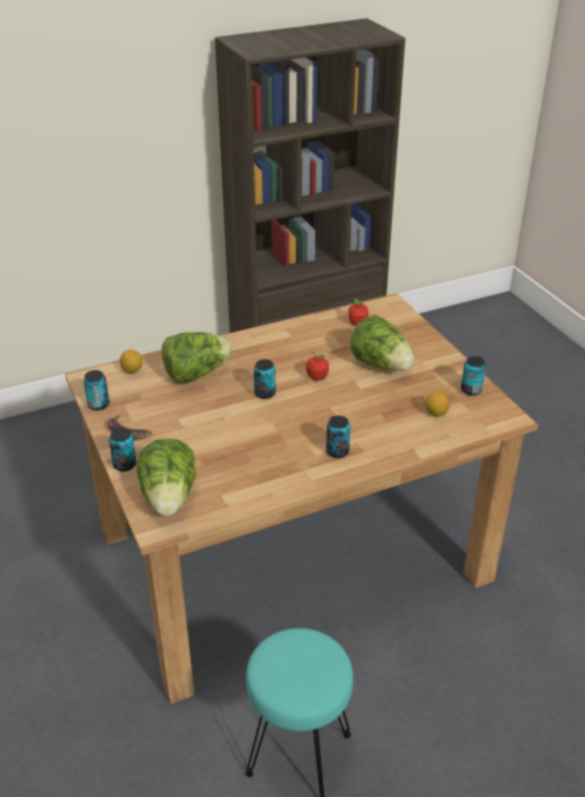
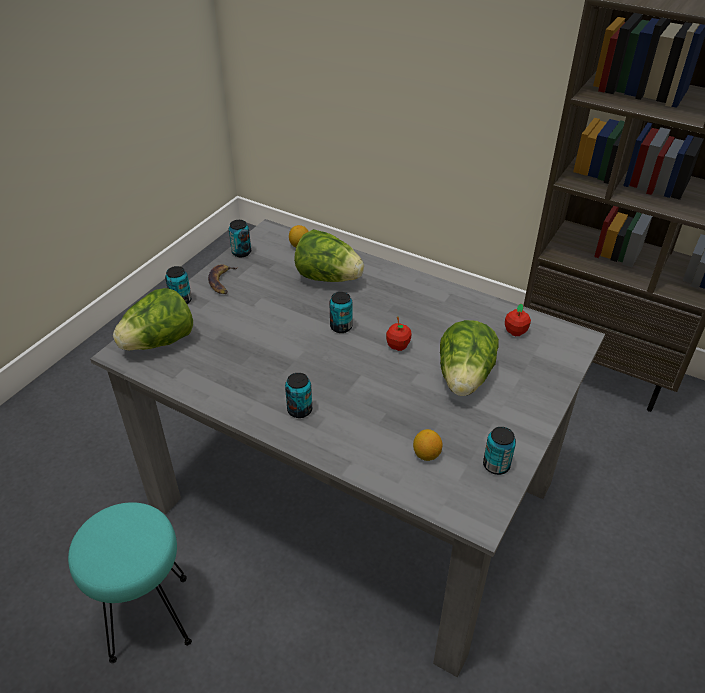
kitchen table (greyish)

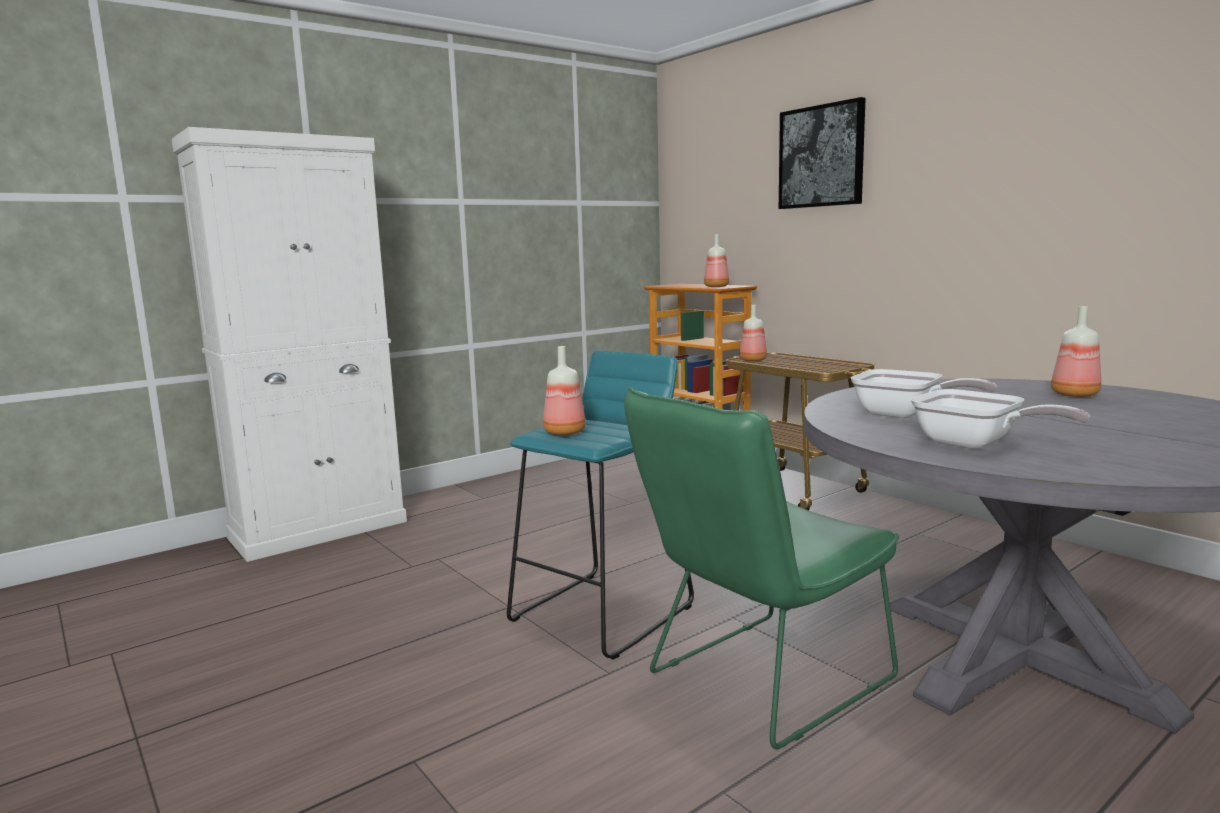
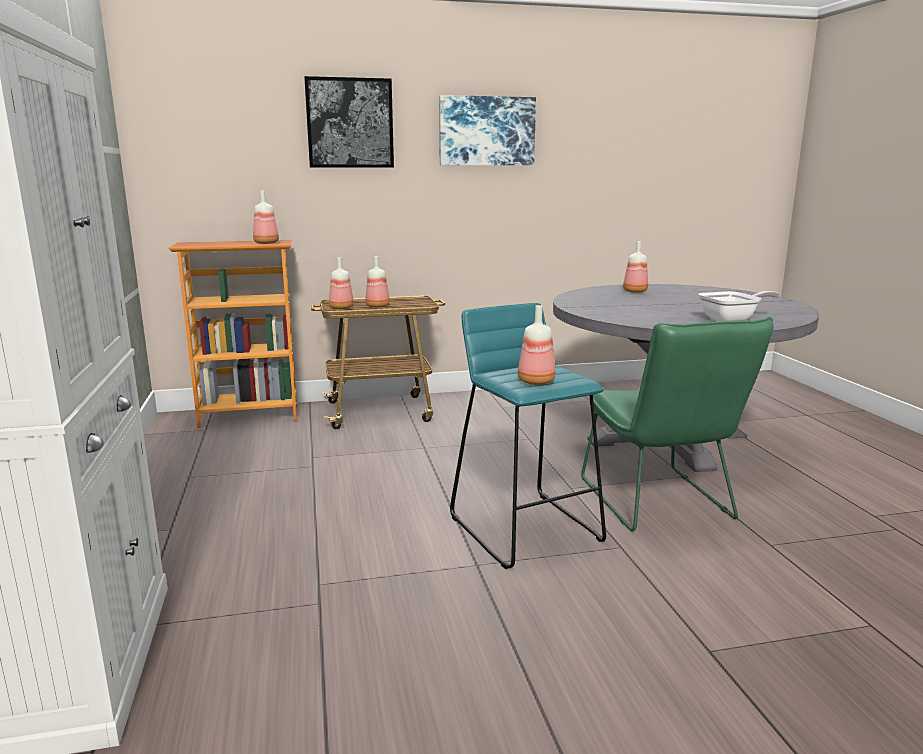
beverage bottle (3rd from left)
wall picture (2nd from left)
frying pan (1st from left in the first image)

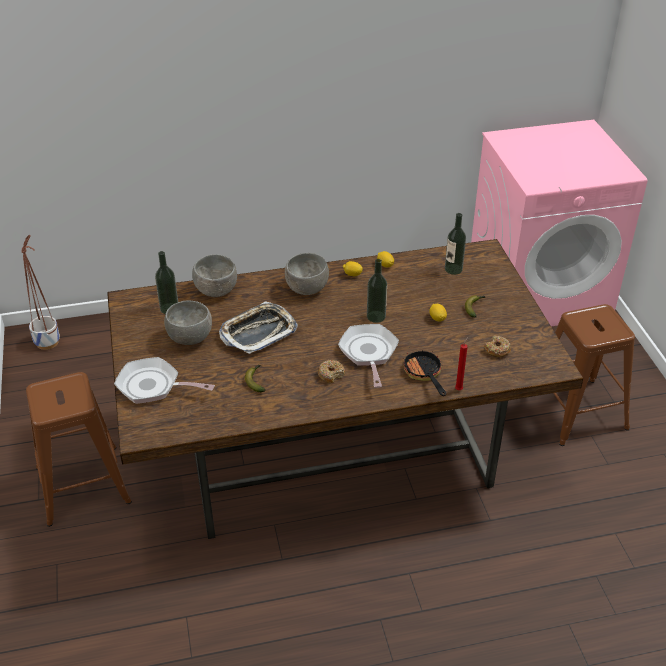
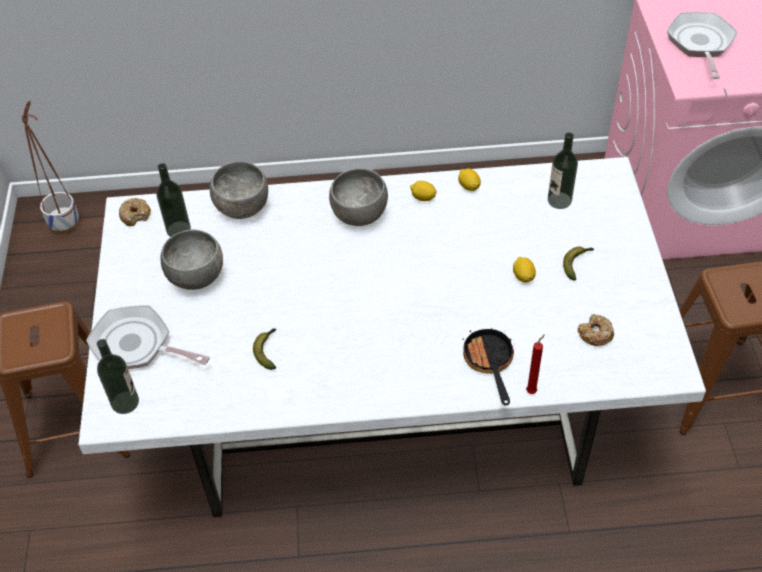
kitchen table (whitish)
beverage bottle (1st from left)
doughnut (1st from left)
frying pan (3rd from left)
carrying tray

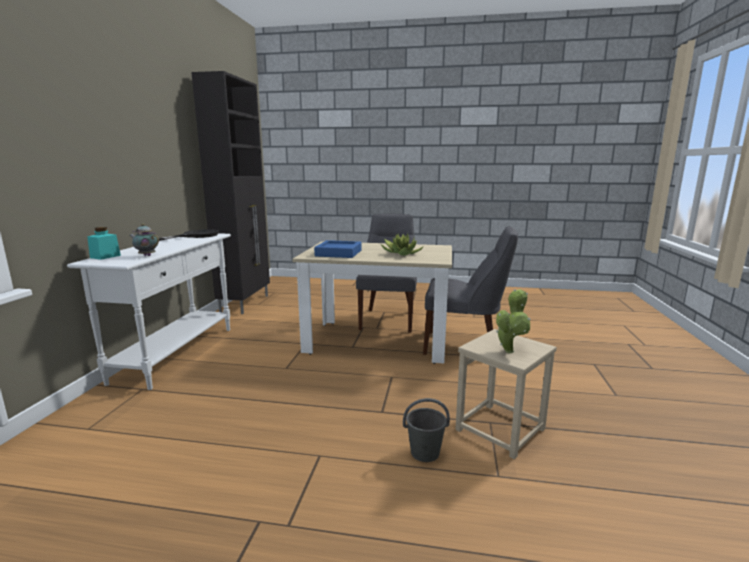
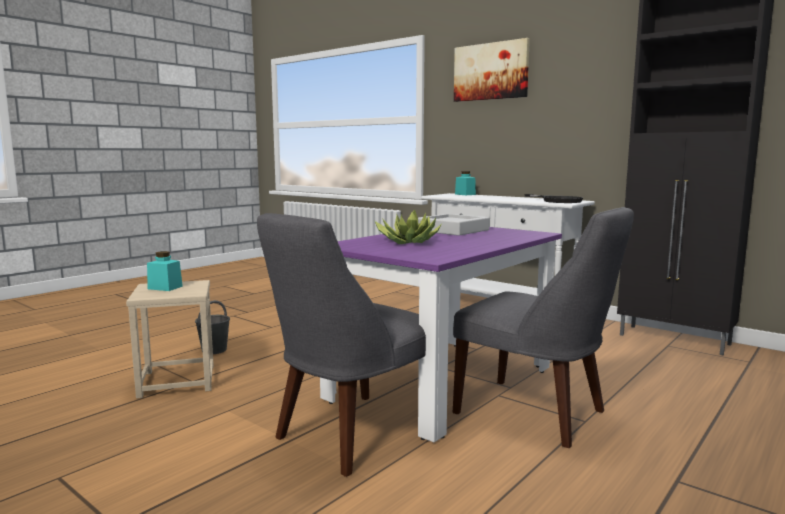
jar (turquoise) (1st from left)
kitchen table (purple)
carrying tray (greyish)
wall picture
pot for tea

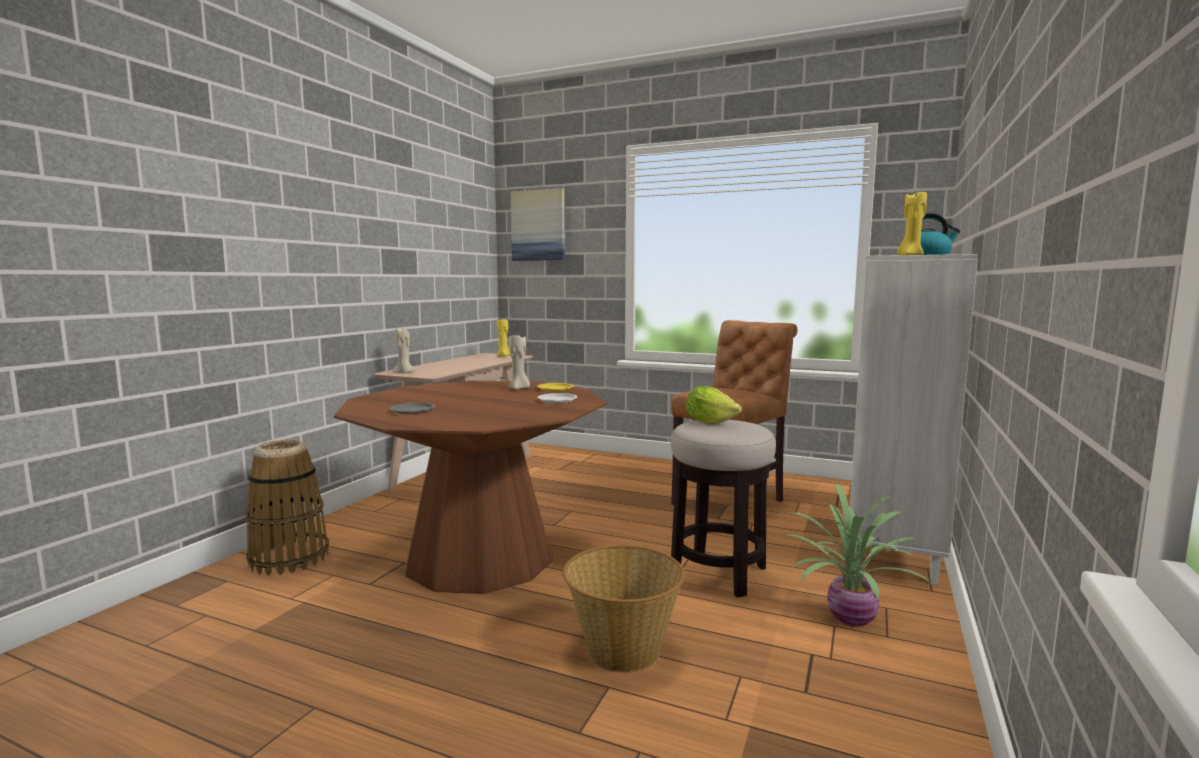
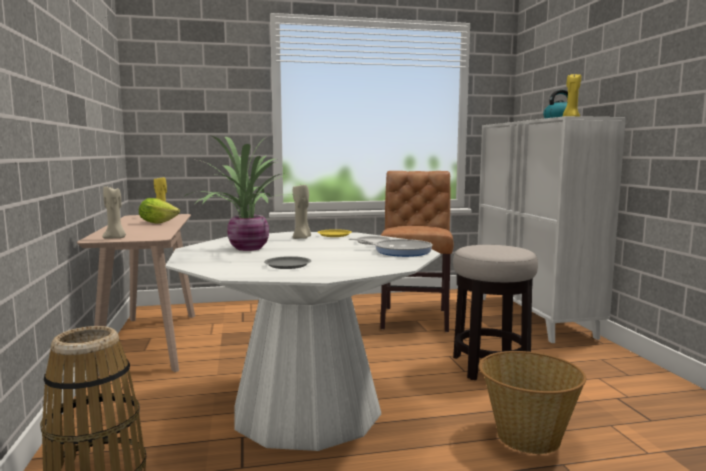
head of lettuce
kitchen table (whitish)
plant in a pot
frying pan
wall picture

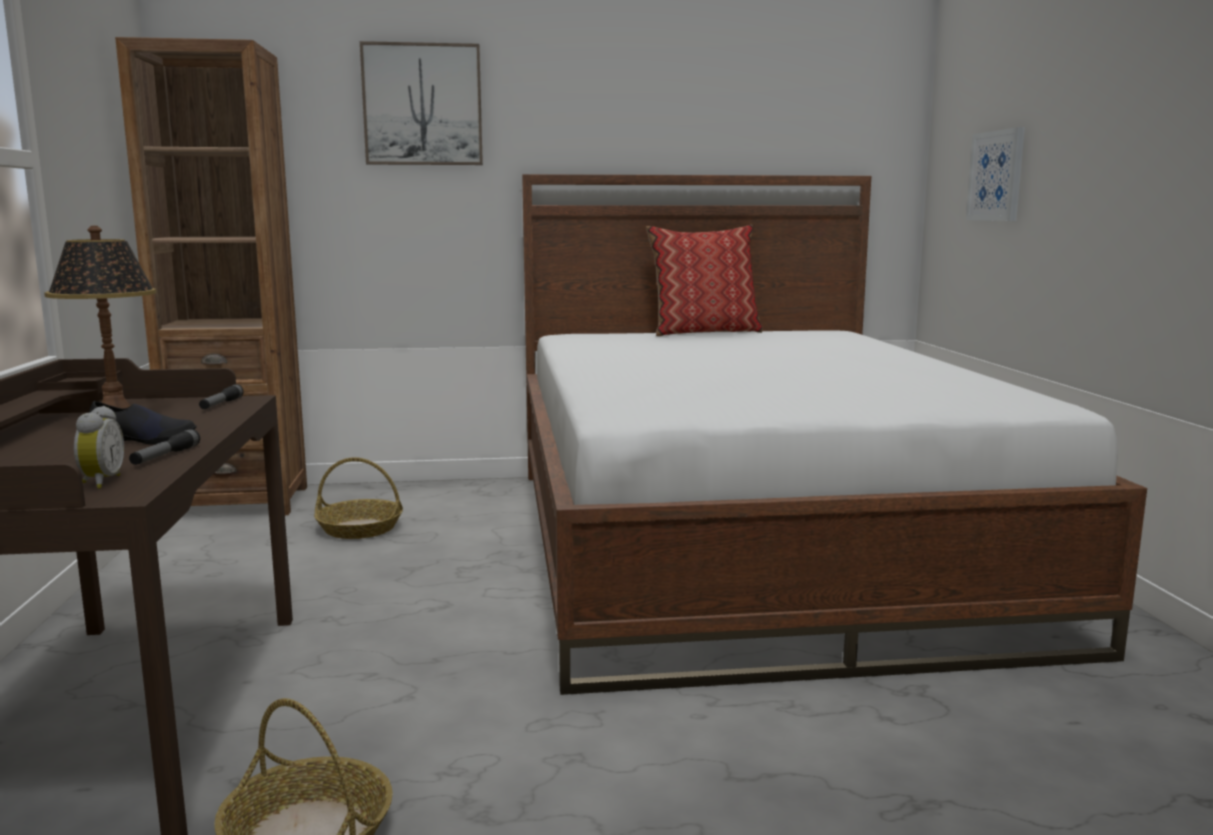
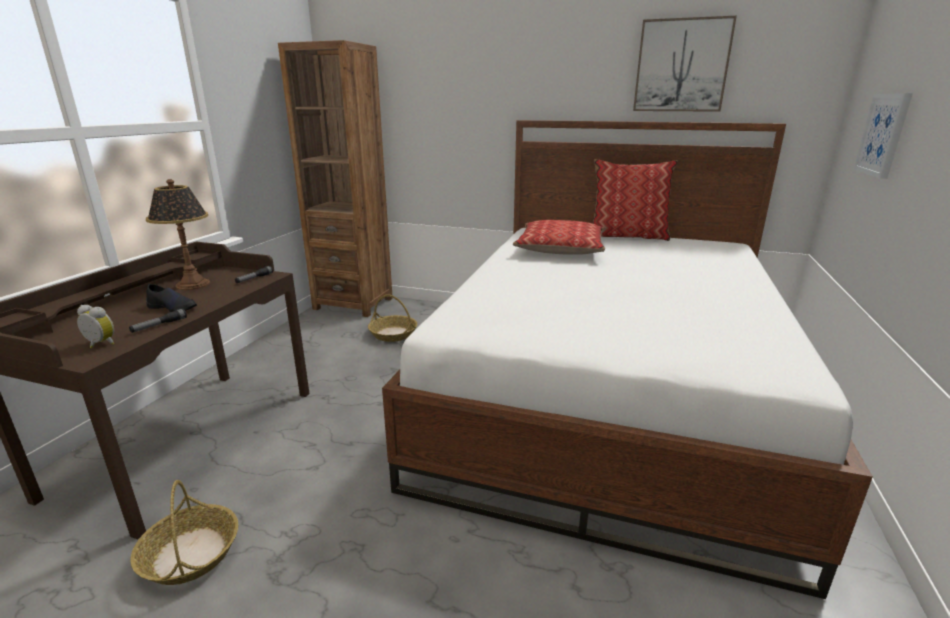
table clock
cushion (1st from left)
wall picture (1st from left)

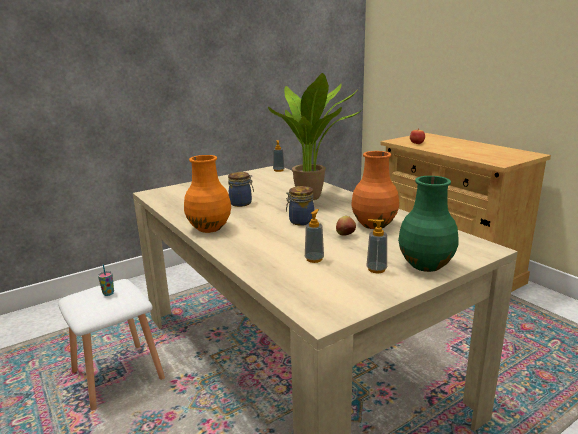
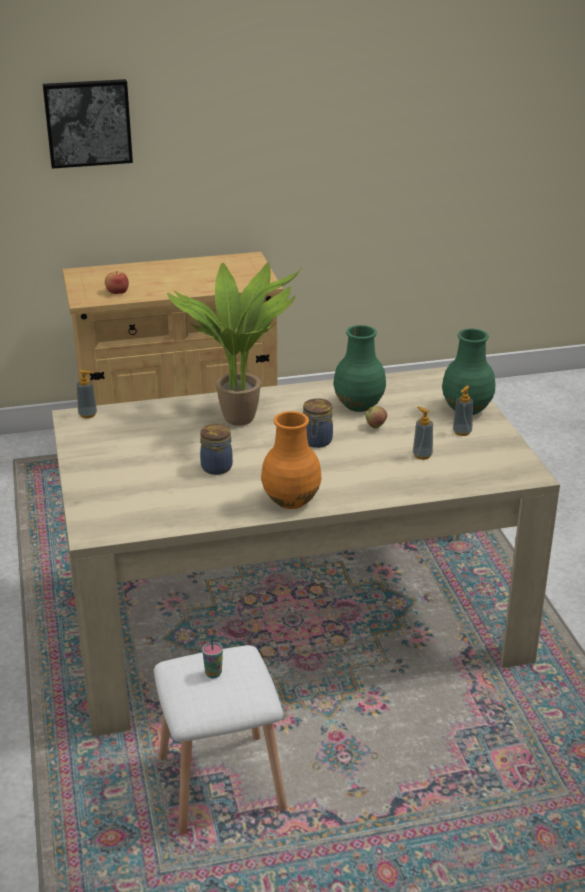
wall picture
vase (green) (1st from left)

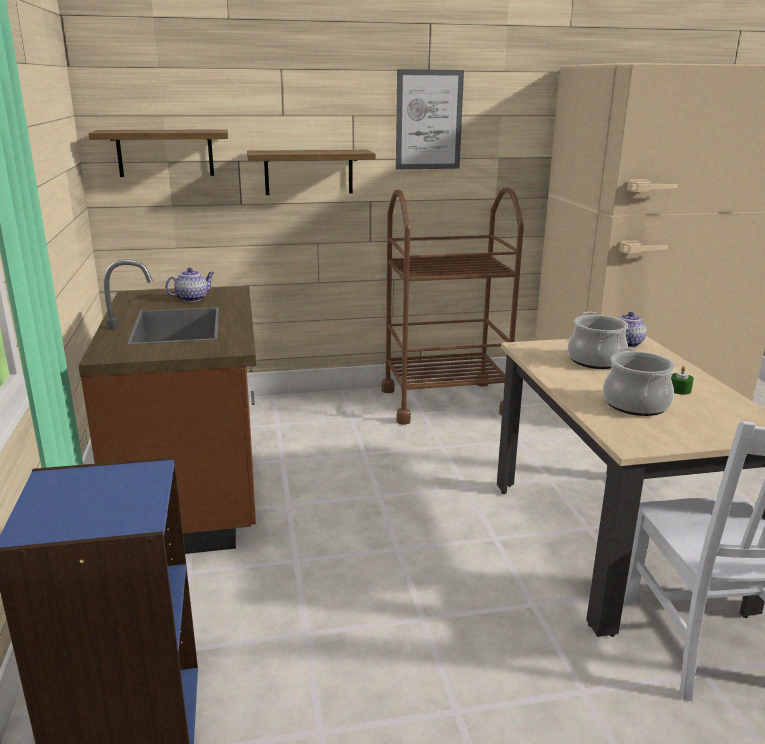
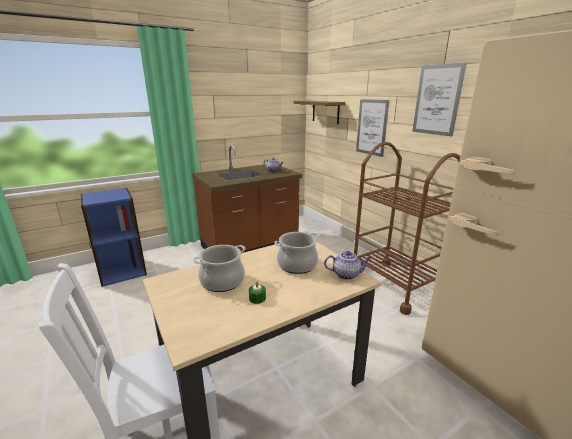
wall picture (1st from left)

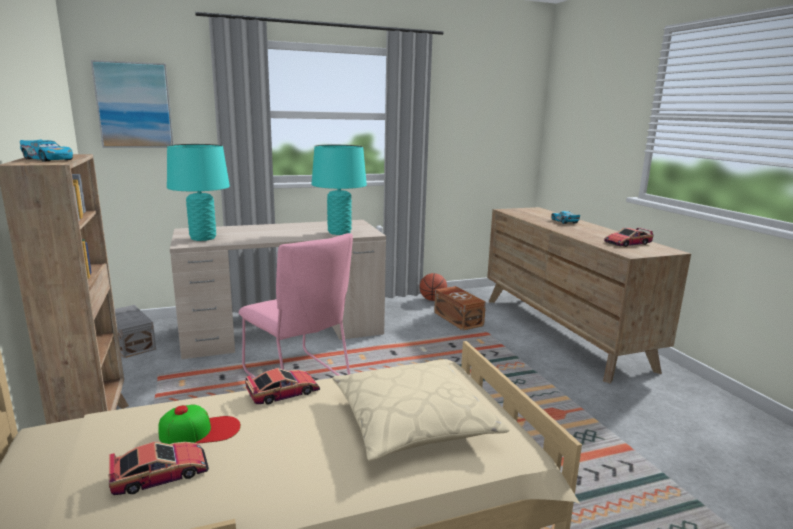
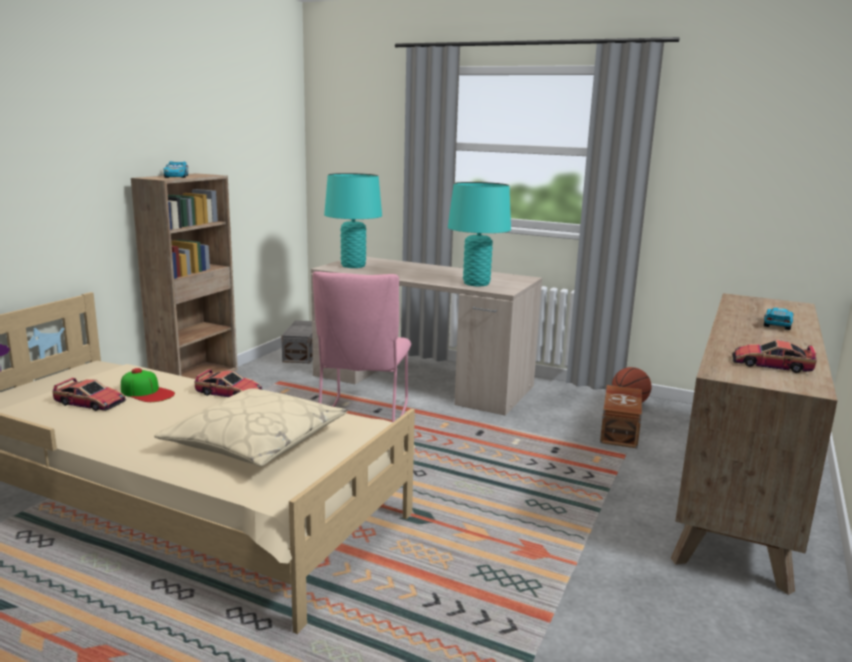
wall picture

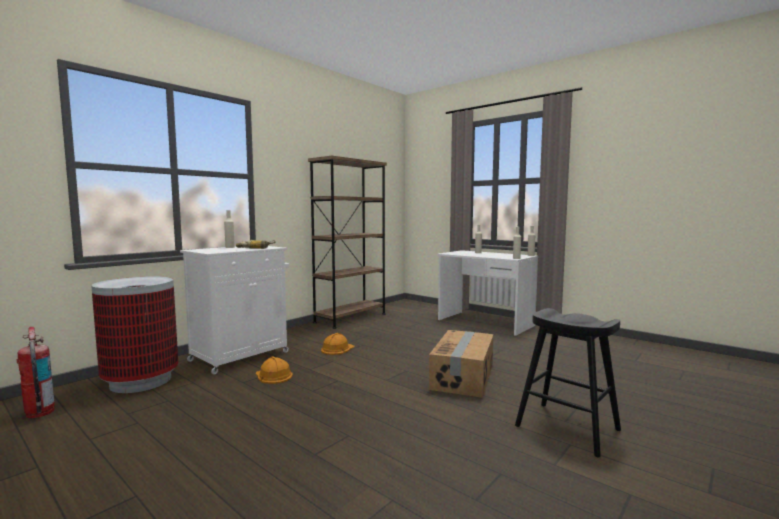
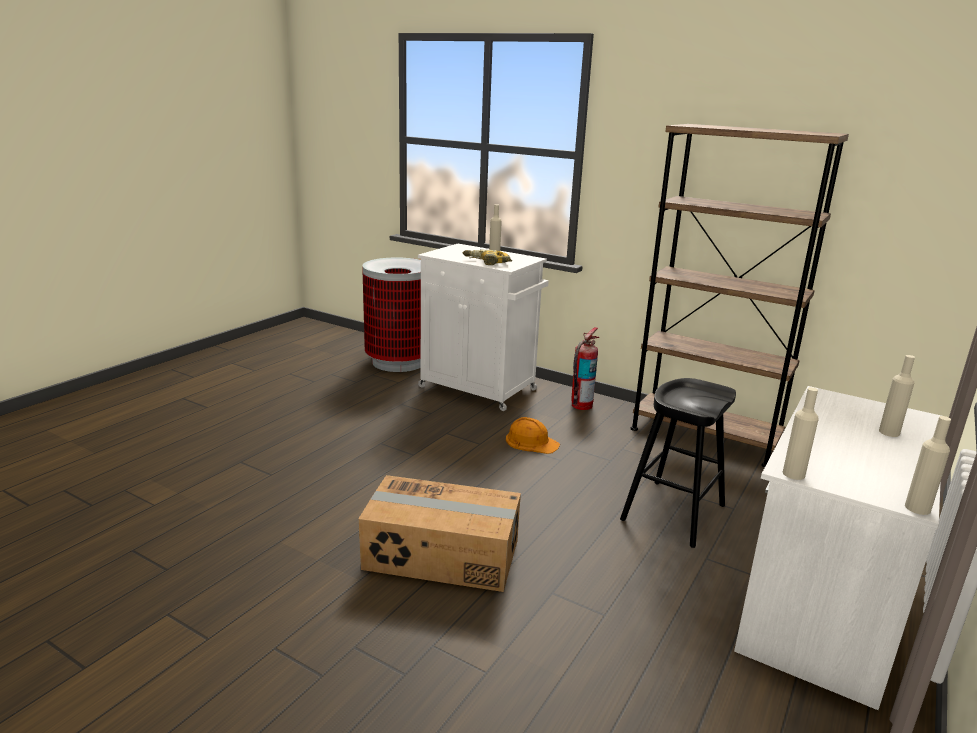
fire extinguisher
sitting stool (black-coloured)
work helmet (orange) (1st from left in the first image)

